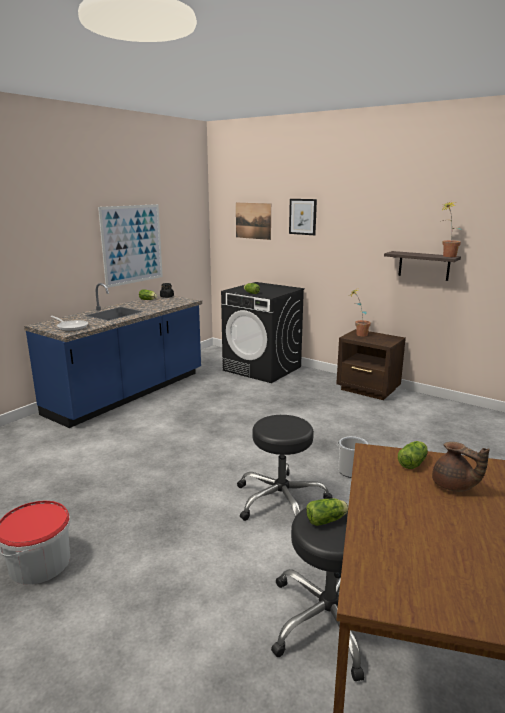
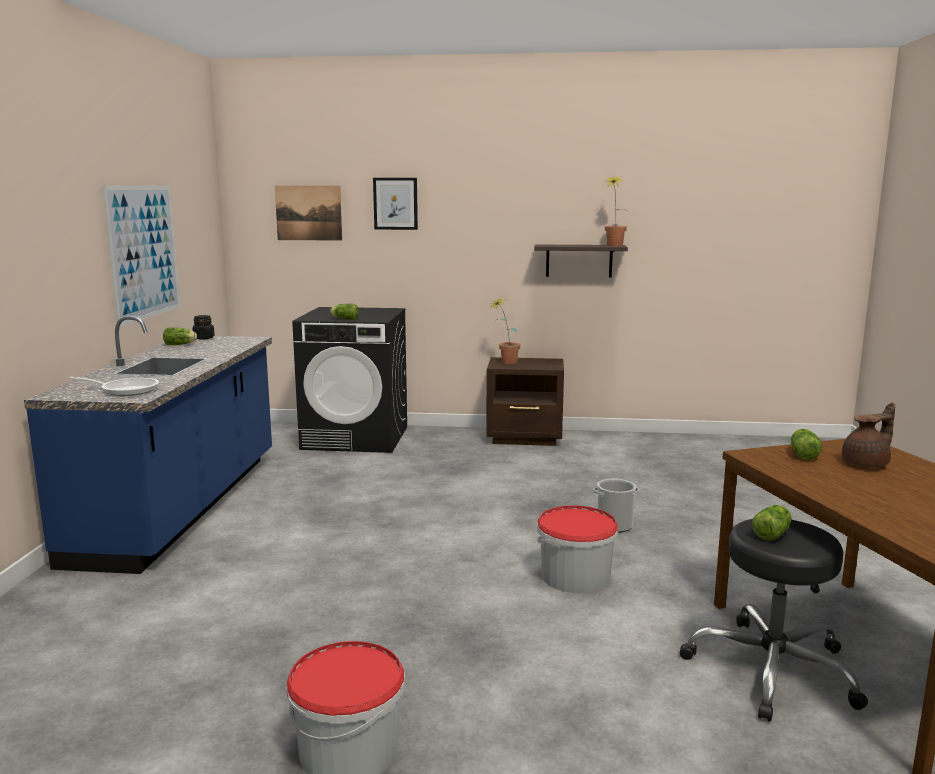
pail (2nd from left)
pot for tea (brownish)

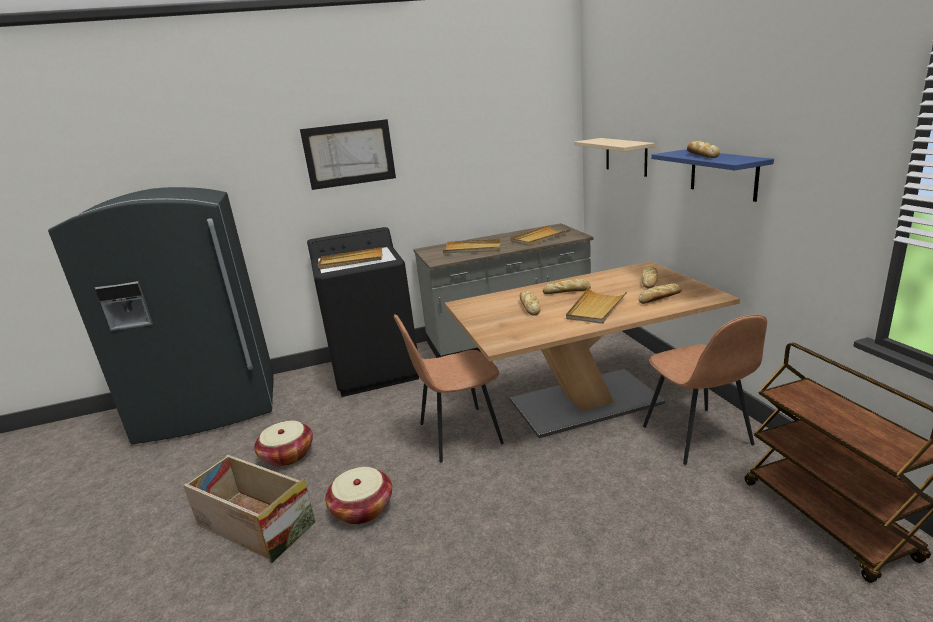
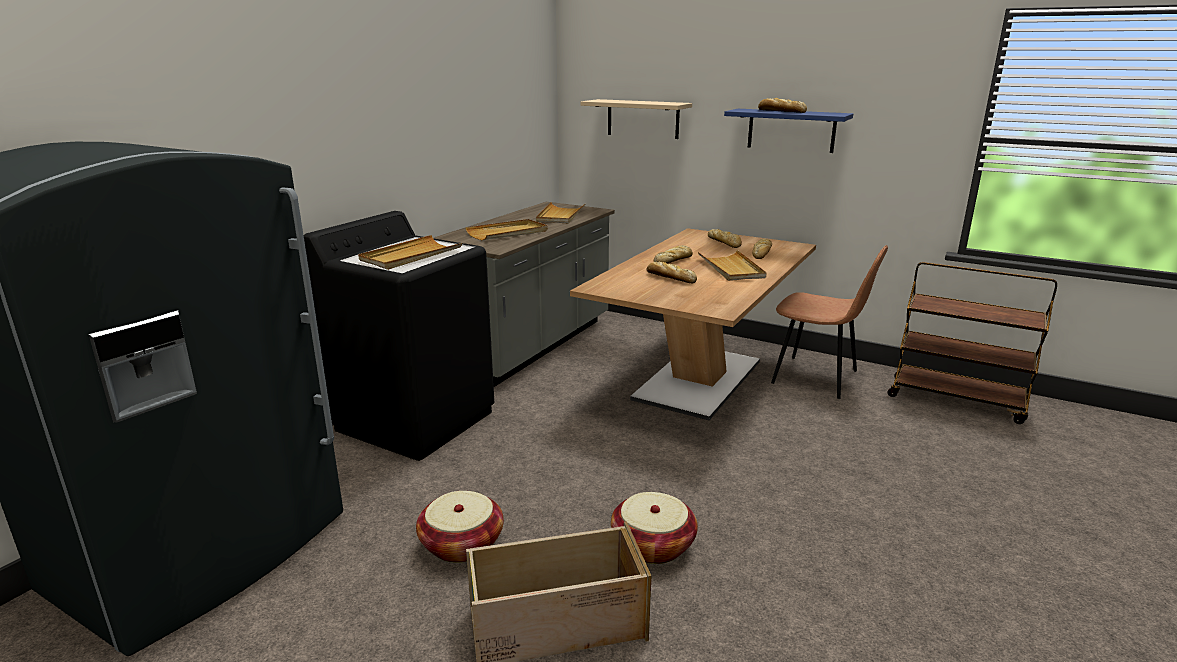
wall picture
plain chair (brownish) (1st from left in the first image)

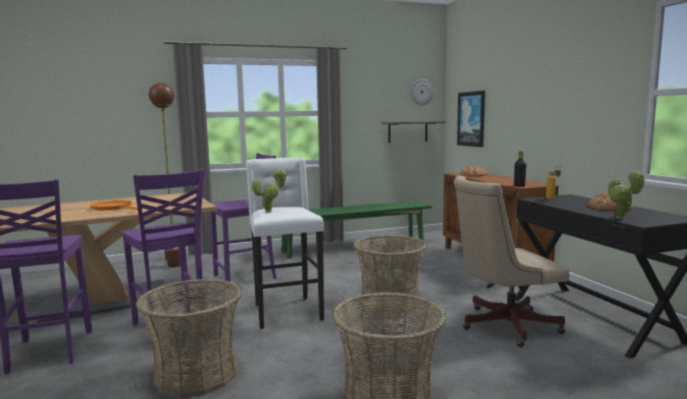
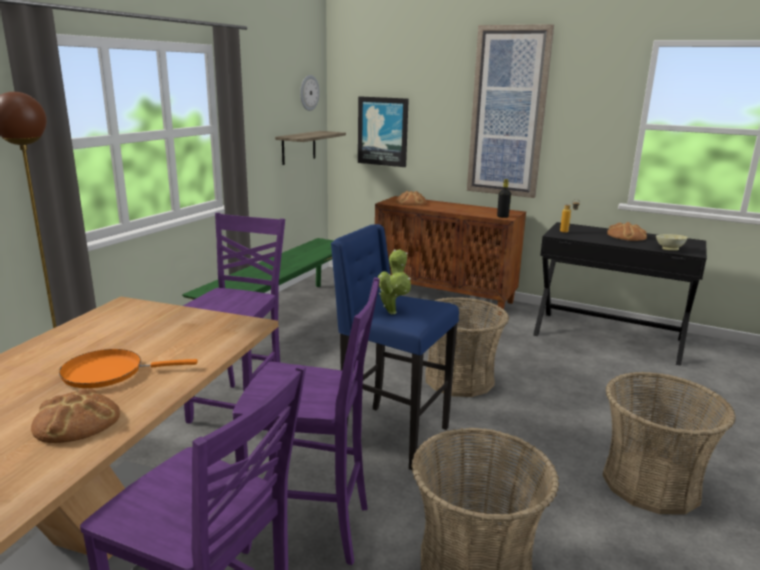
baked bread (1st from left)
sitting stool (bluish)
wall picture (2nd from left)
serving bowl (sand-coloured)
desk chair (sand-coloured)

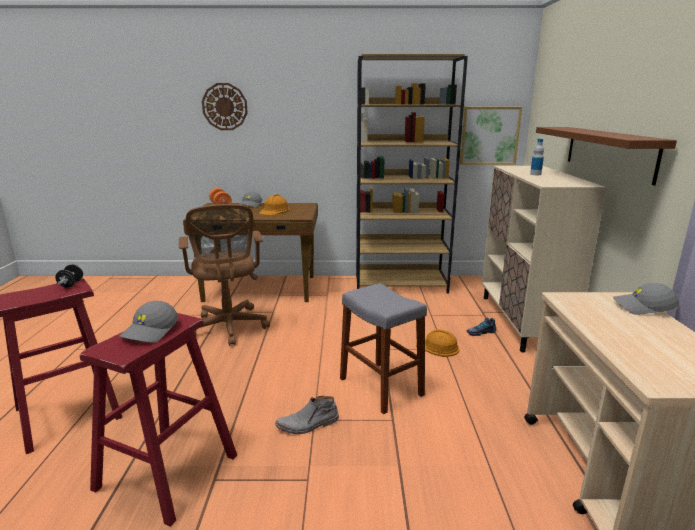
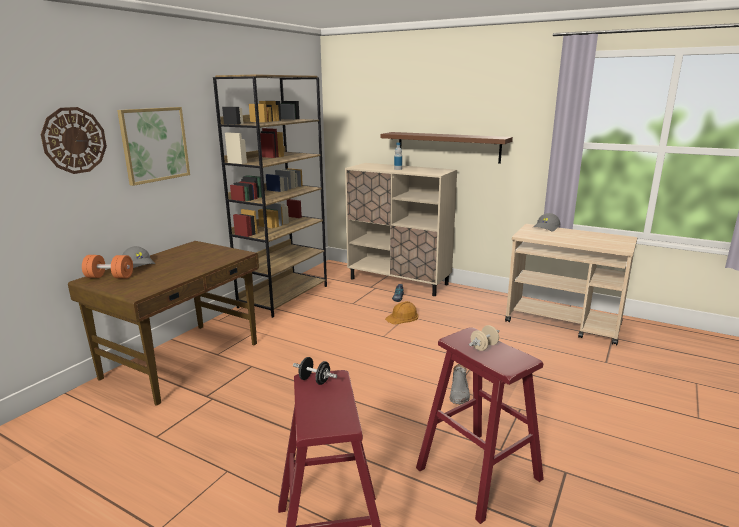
wall picture
hand weight (sand-coloured)
desk chair (brownish)
work helmet (orange) (1st from left in the first image)
sitting stool (greyish)

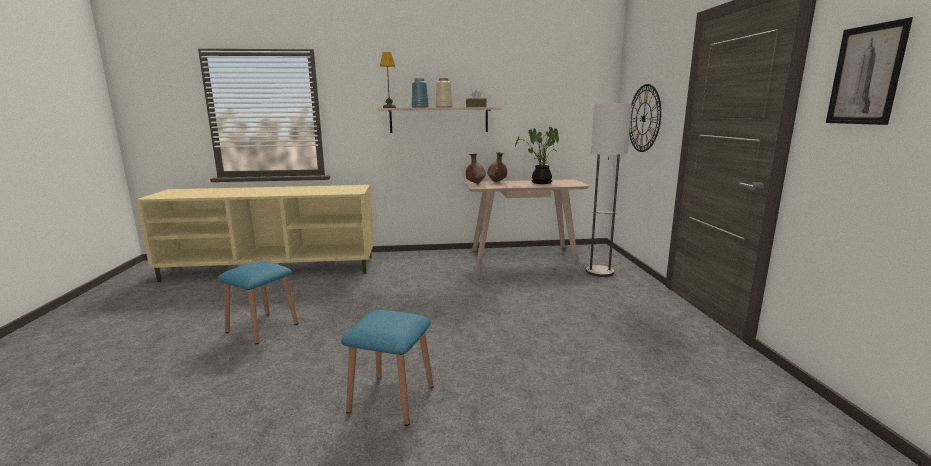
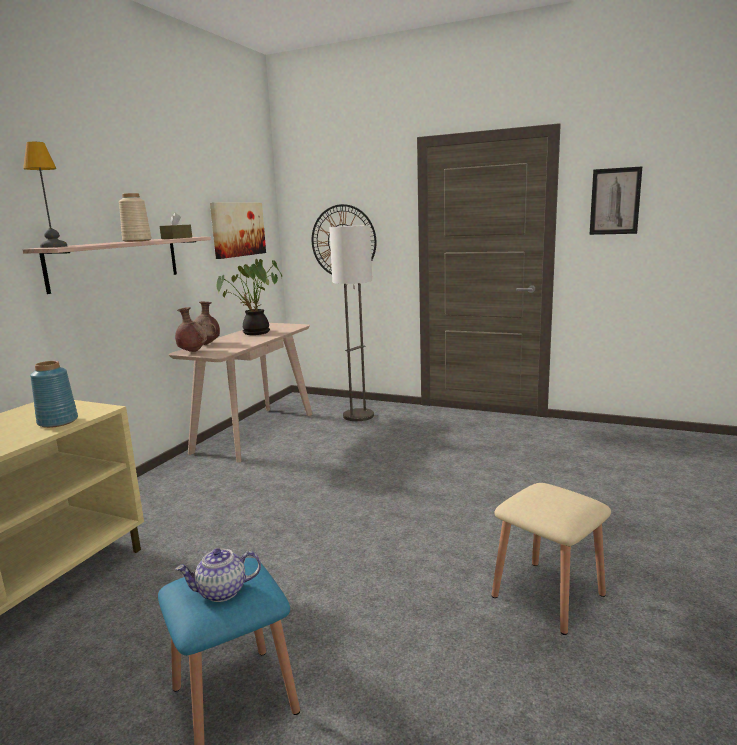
vase (bluish)
pot for tea
wall picture (1st from left)
sitting stool (sand-coloured)

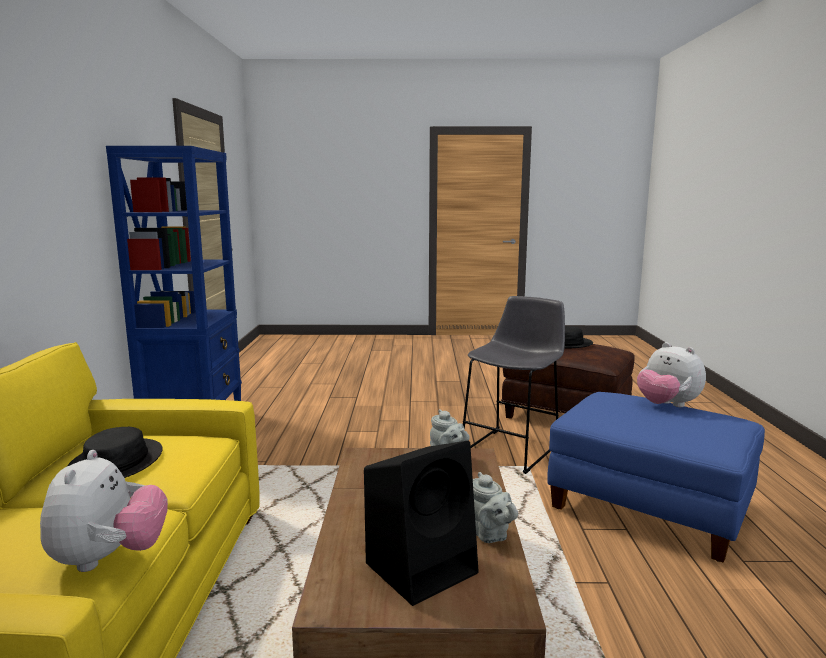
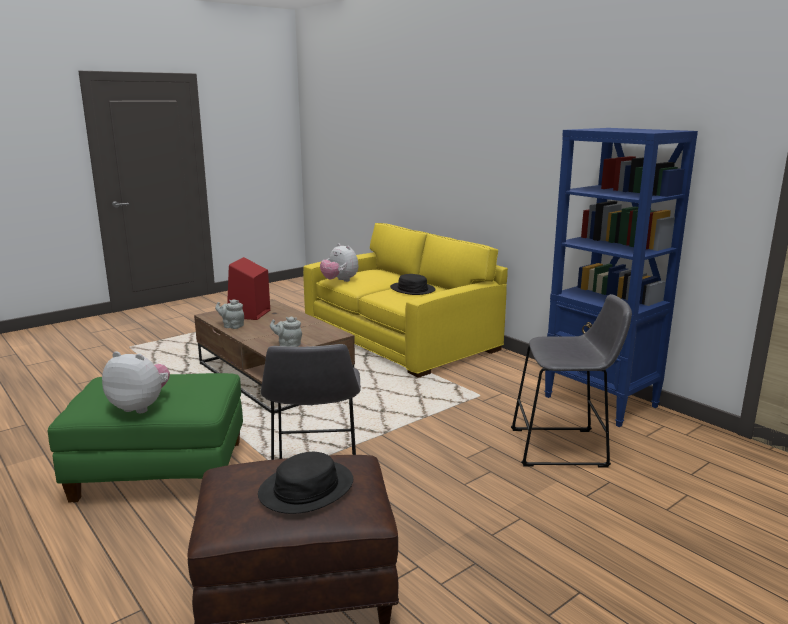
ottoman (green)
speaker (reddish)
sitting stool (greyish) (2nd from left)

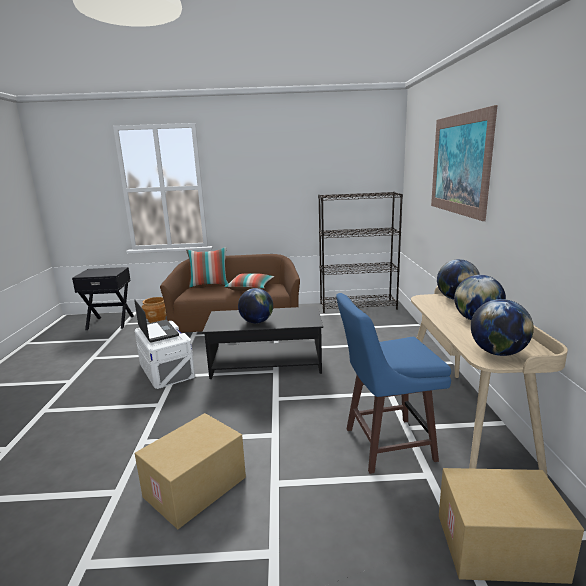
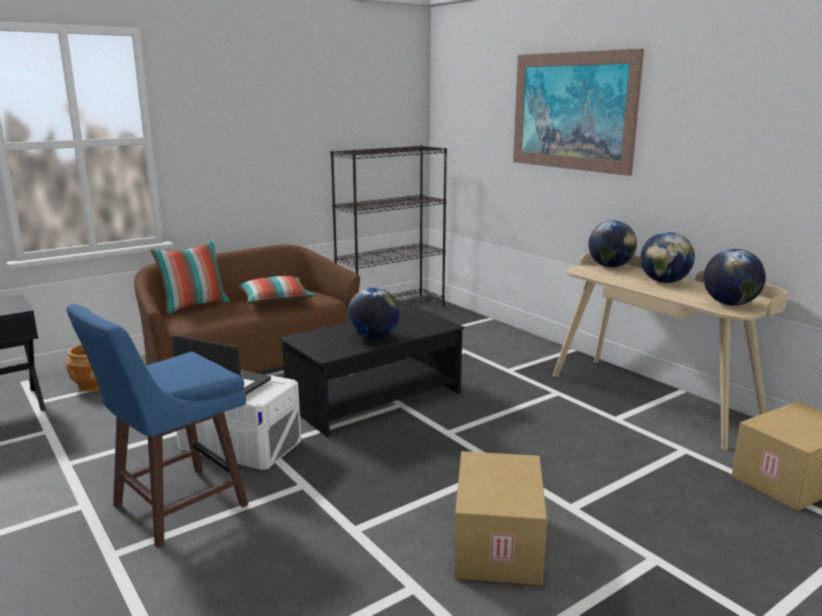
sitting stool (bluish)

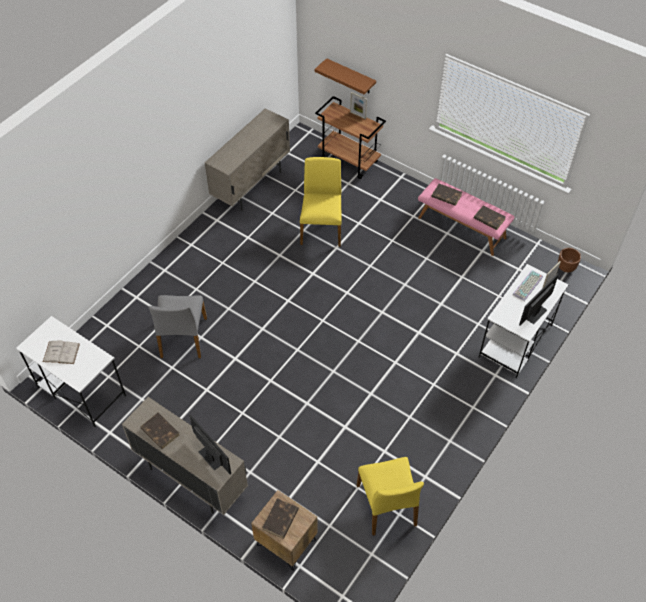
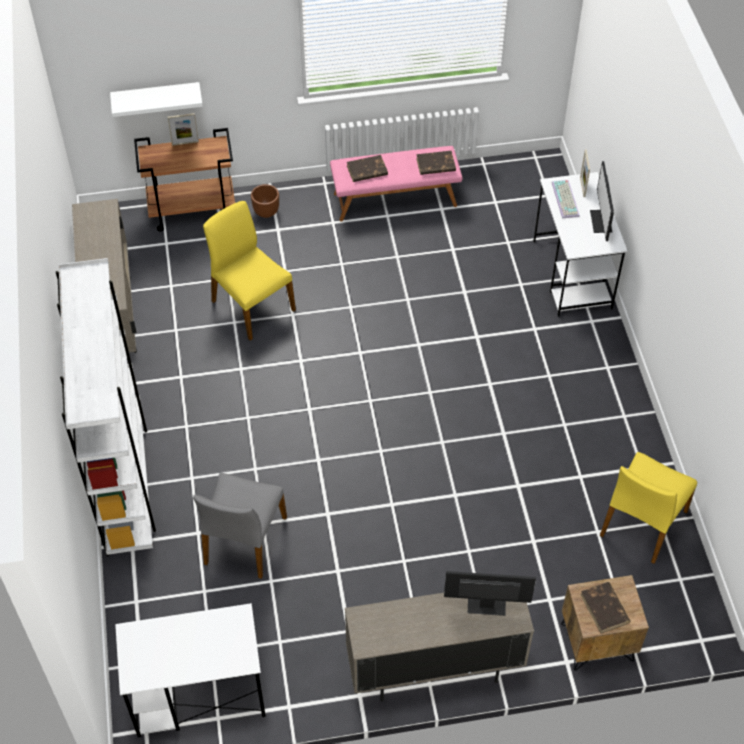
bookcase (whitish)
bracket shelf (whitish)
plain chair (greyish)
flower pot (brownish)
plain chair (yellowish) (2nd from left)
bound book (whitish)
bound book (brownish) (1st from left in the first image)

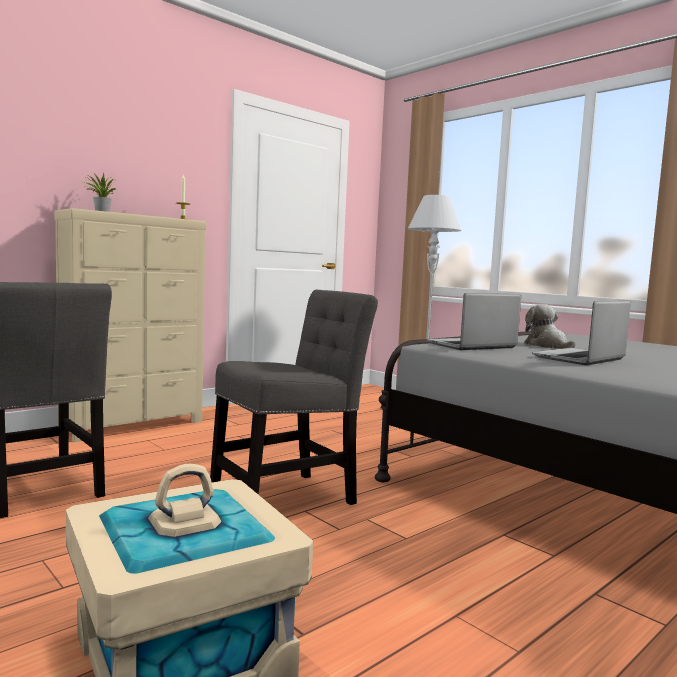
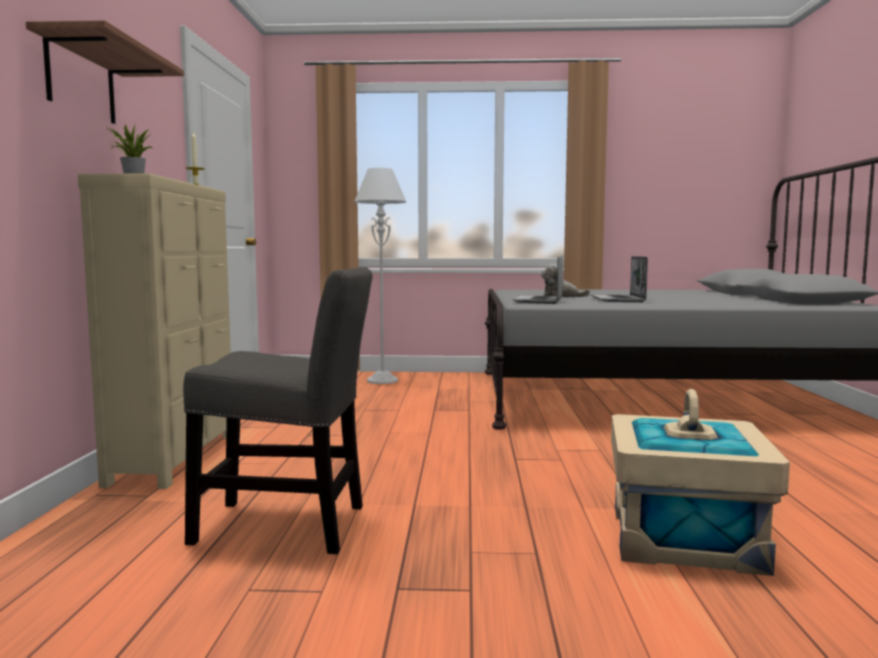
bracket shelf
plain chair (greyish) (2nd from left in the first image)

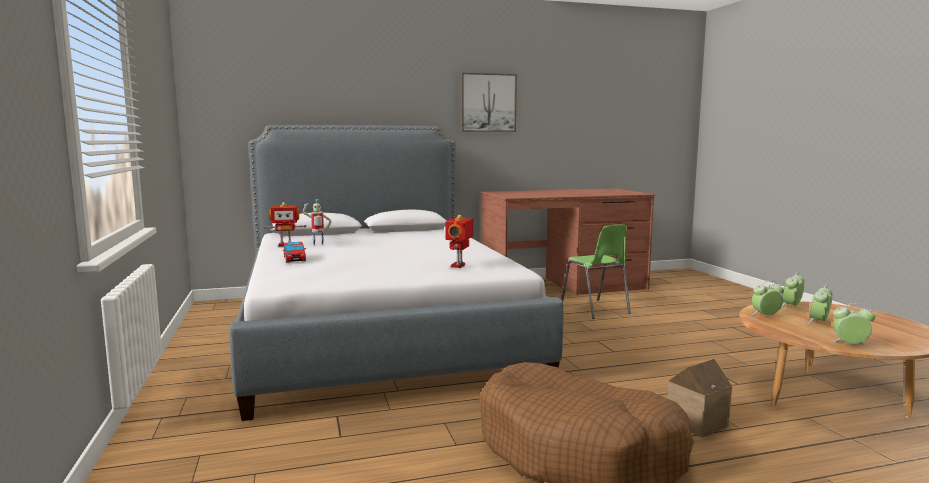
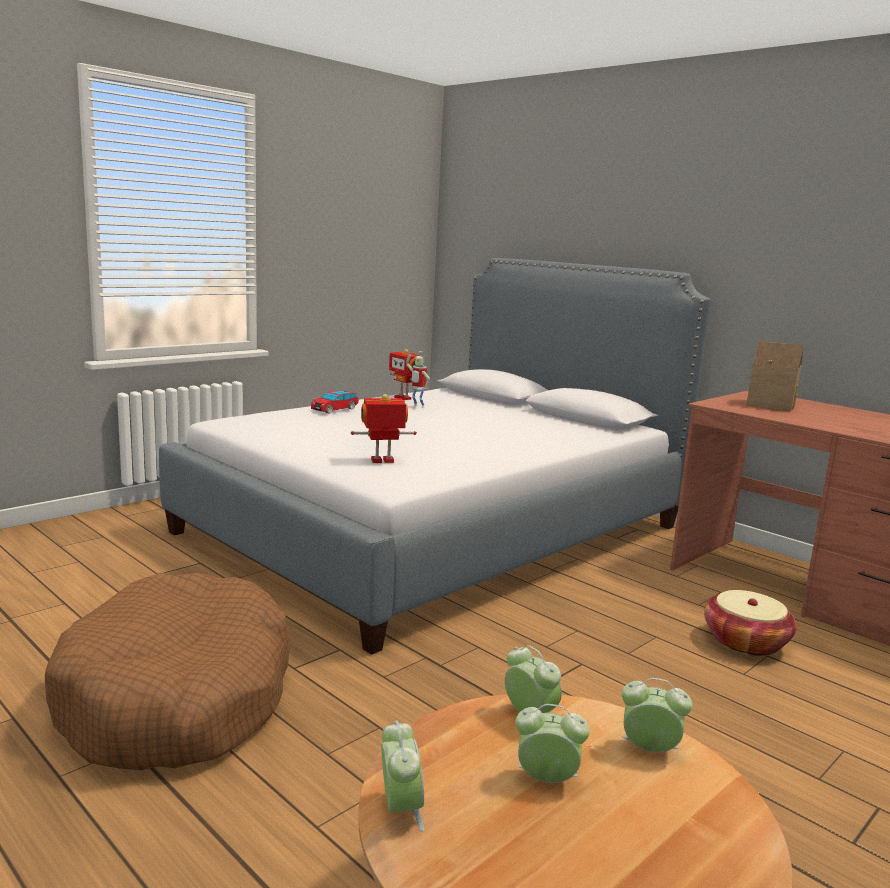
basket
toy house
wall picture

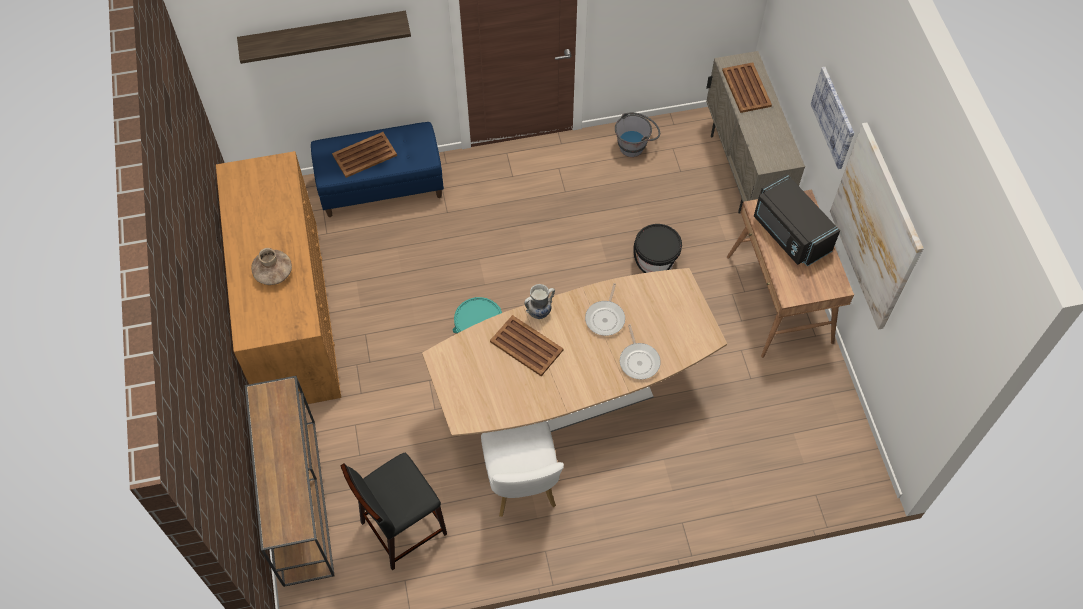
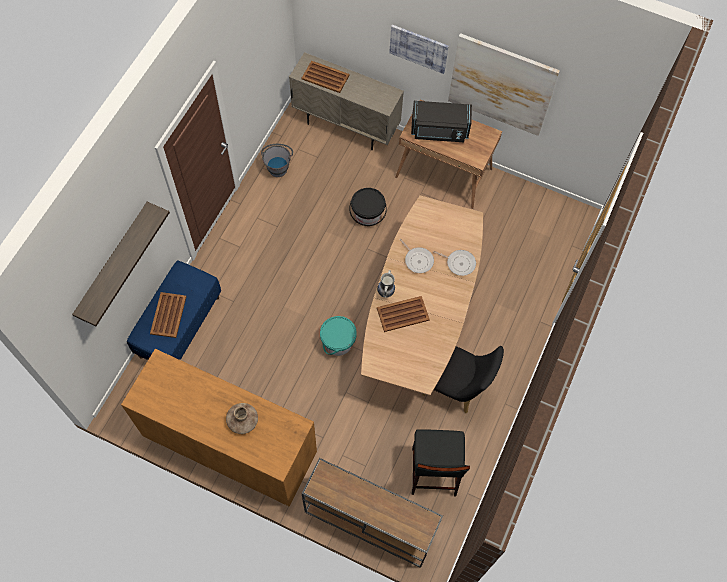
plain chair (black-coloured)

